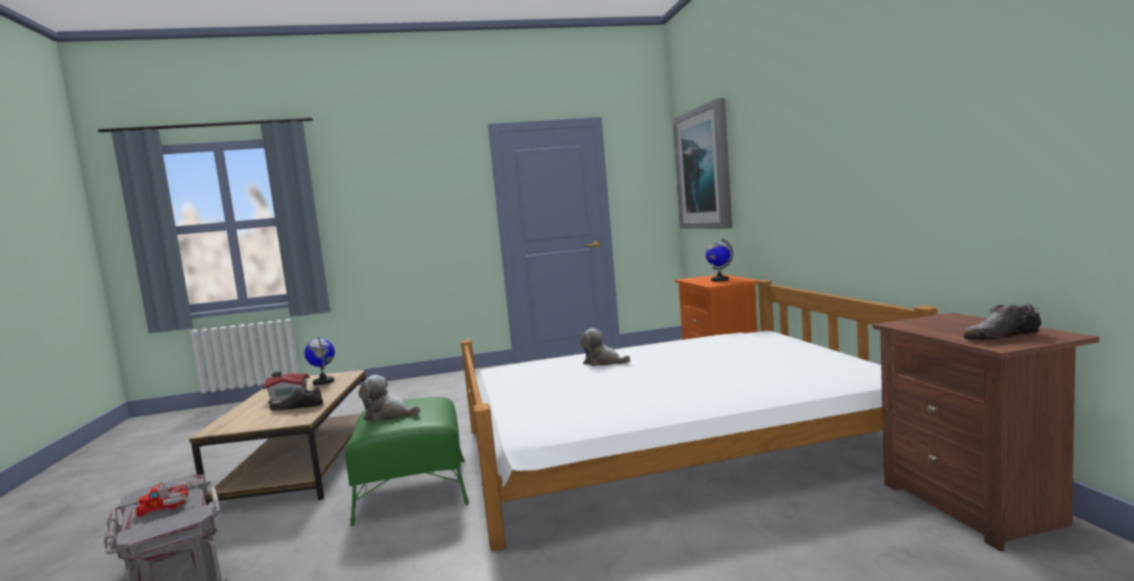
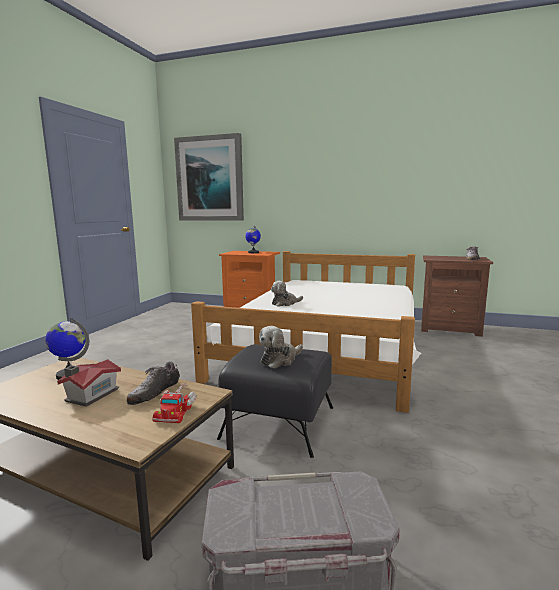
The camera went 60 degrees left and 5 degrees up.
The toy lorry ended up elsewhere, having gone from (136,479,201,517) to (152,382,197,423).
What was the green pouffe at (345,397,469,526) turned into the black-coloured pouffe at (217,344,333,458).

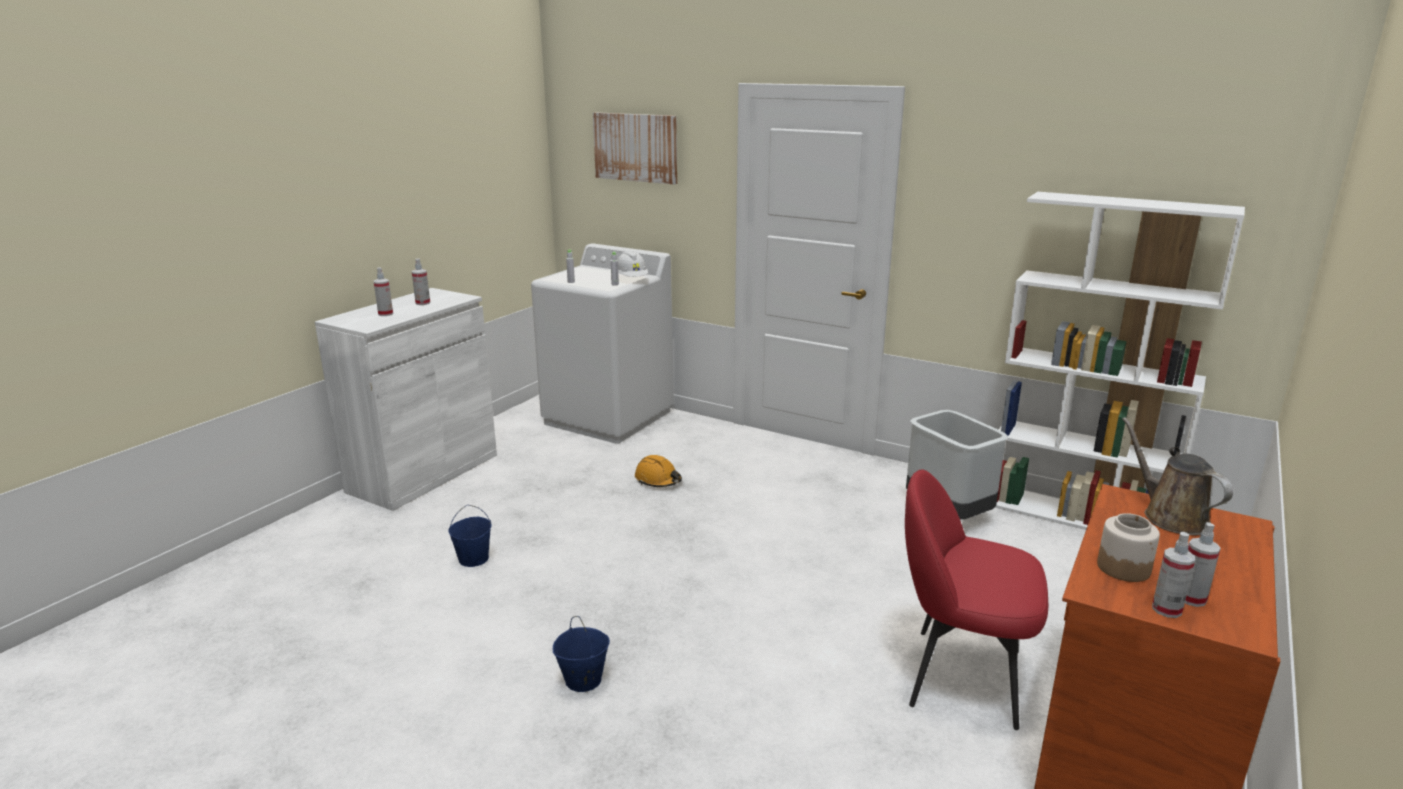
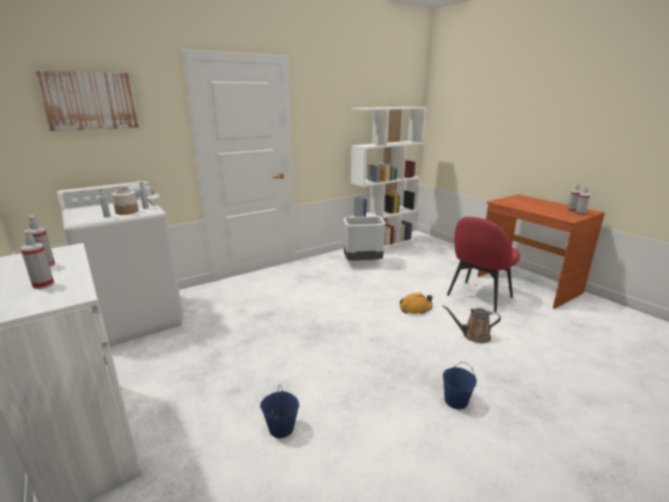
The camera went 65 degrees left and 0 degrees up.
The orangey work helmet ended up elsewhere, having gone from (635,455,682,487) to (400,292,433,314).
The jar ended up elsewhere, having gone from (1097,513,1160,582) to (112,188,139,215).
The brownish watering pot ended up elsewhere, having gone from (1122,417,1233,535) to (443,305,501,343).

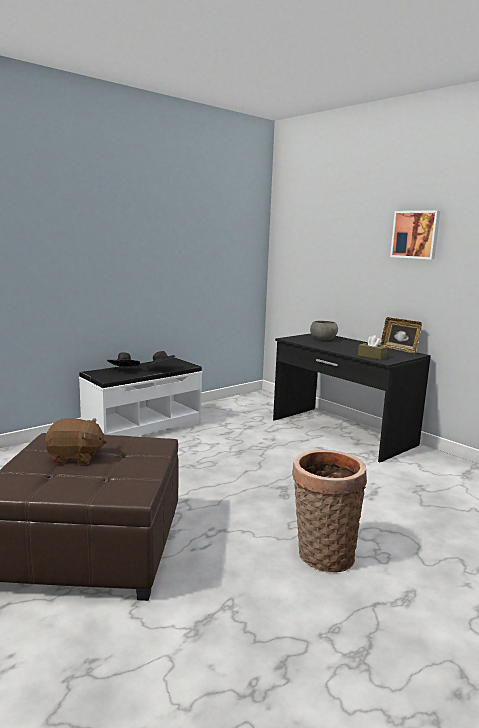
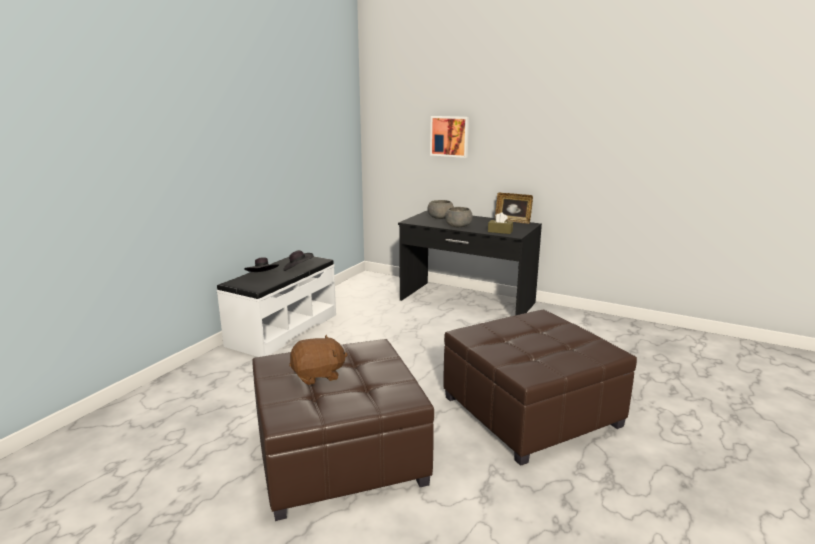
The camera went 20 degrees left and 5 degrees up.
Where the household basket stood at (292,449,367,572), the brownish pouffe came to stand at (443,310,637,466).
The wall picture ended up elsewhere, having gone from (390,210,440,260) to (430,116,469,158).
The second view gained the gray serving bowl at (445,207,473,227).

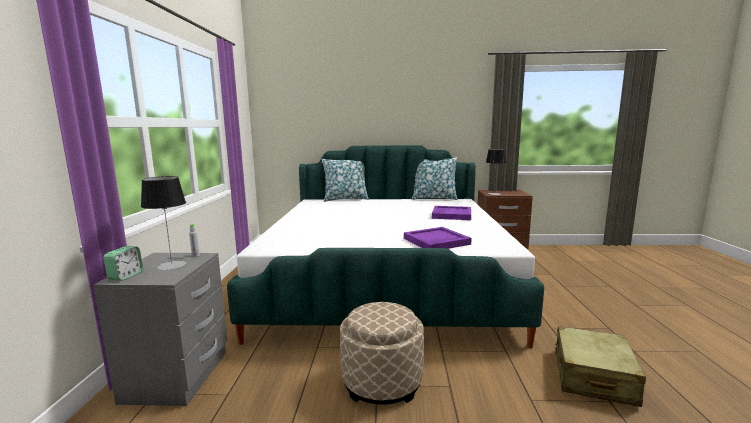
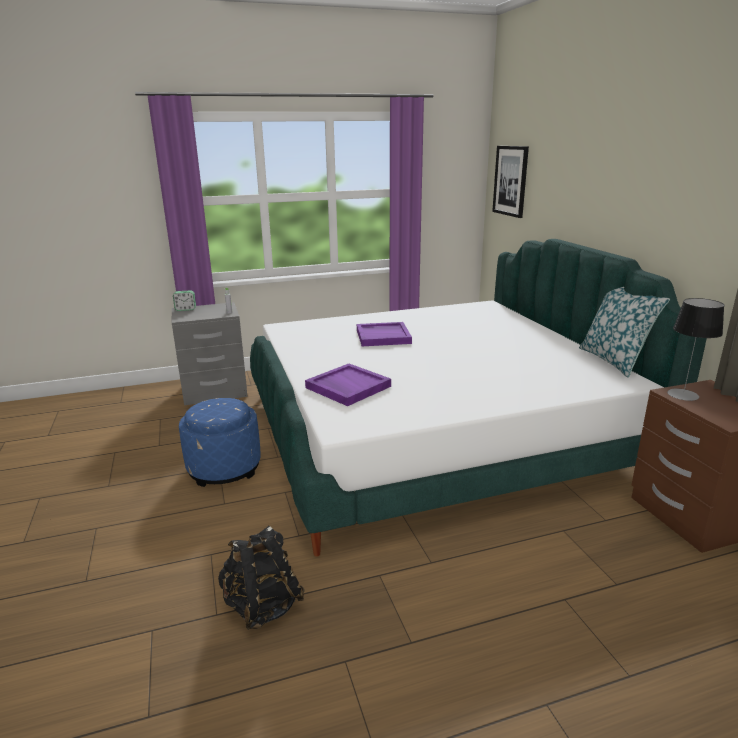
The camera went 70 degrees right and 10 degrees up.
The second view lost the table lamp at (141,176,186,270).
The second view lost the pillow at (322,159,369,202).
What was the beige pouffe at (340,302,424,405) turned into the bluish pouffe at (179,398,261,487).
The purplish carrying tray ended up elsewhere, having gone from (432,206,471,220) to (357,322,412,346).
Where the beige travel case stood at (555,326,646,407), the black-coloured rucksack came to stand at (218,526,305,630).
The second view gained the wall picture at (492,146,529,218).

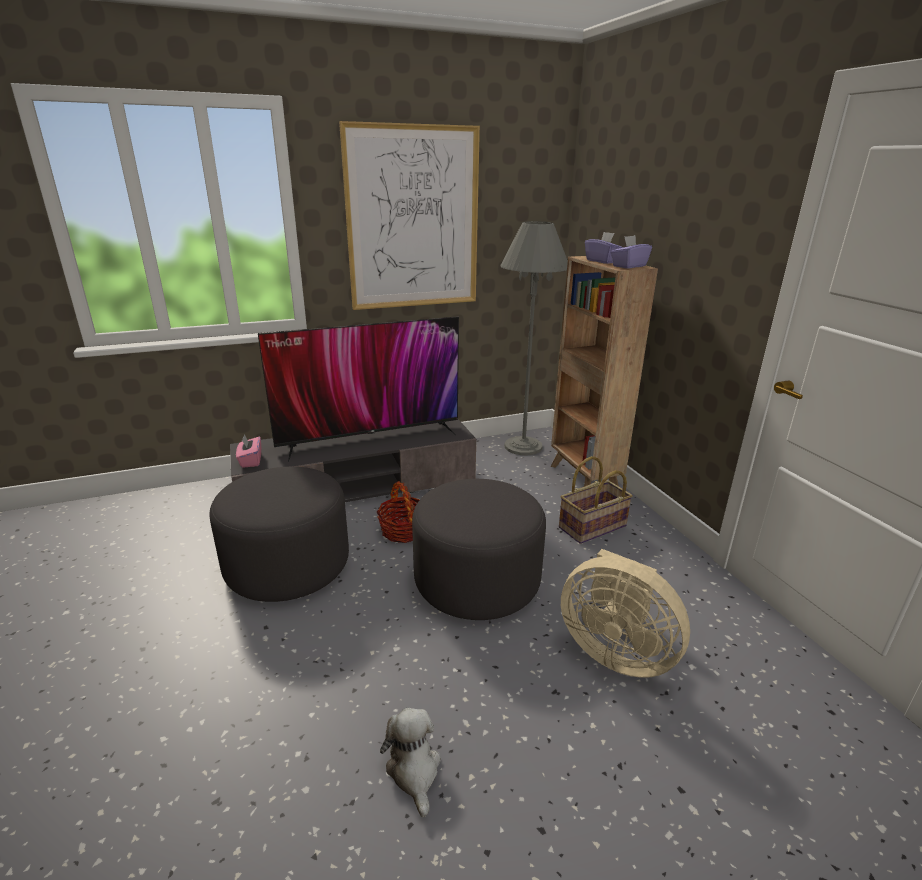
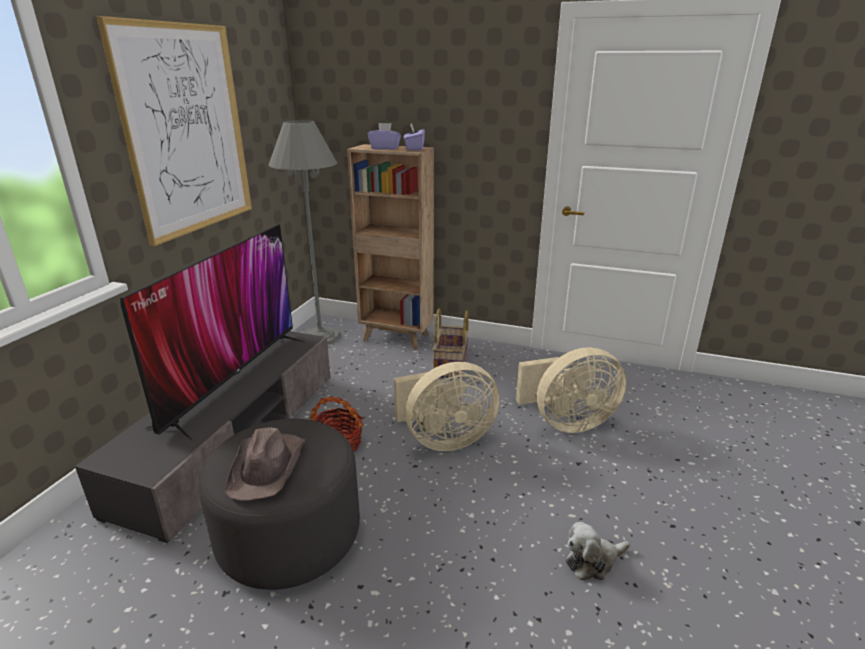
The camera went 50 degrees left and 0 degrees up.
The second view lost the pink-coloured tissue box at (236,434,261,468).
The cuddly toy at (380,708,441,817) ended up facing another way, 45 degrees counterclockwise from before.
Where the gray pouffe stood at (412,479,546,620), the beige electric fan came to stand at (394,362,500,451).
The second view gained the brownish hat at (225,427,305,500).

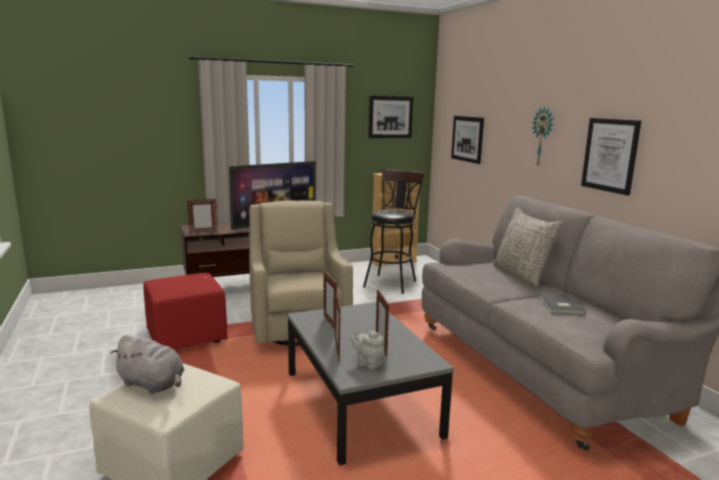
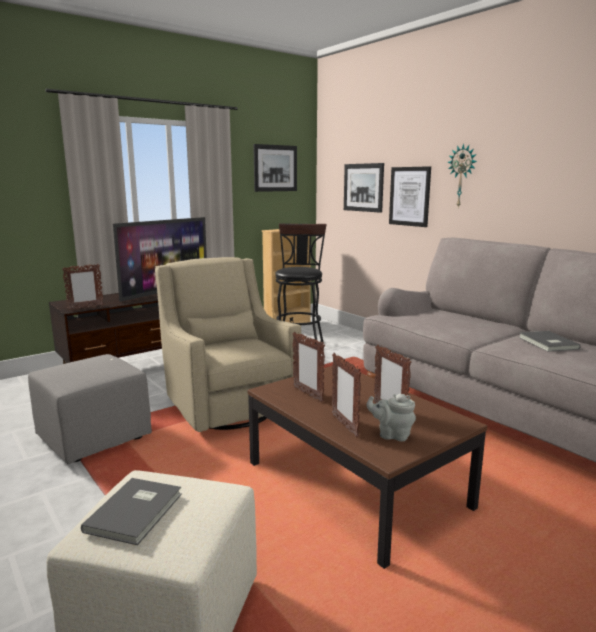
The camera went 15 degrees left and 0 degrees up.
Where the gray cuddly toy stood at (110,335,184,394), the gray book came to stand at (81,478,182,545).
What was the red pouffe at (143,273,227,349) turned into the gray pouffe at (28,354,152,464).
What was the gray lounge table at (287,302,454,465) turned into the brownish lounge table at (248,366,487,569).
The second view lost the gray pillow at (493,207,563,287).
The wall picture ended up elsewhere, having gone from (581,118,641,196) to (389,166,431,227).

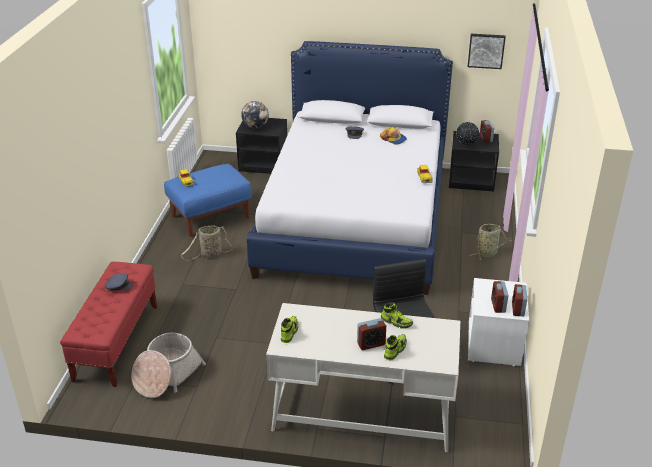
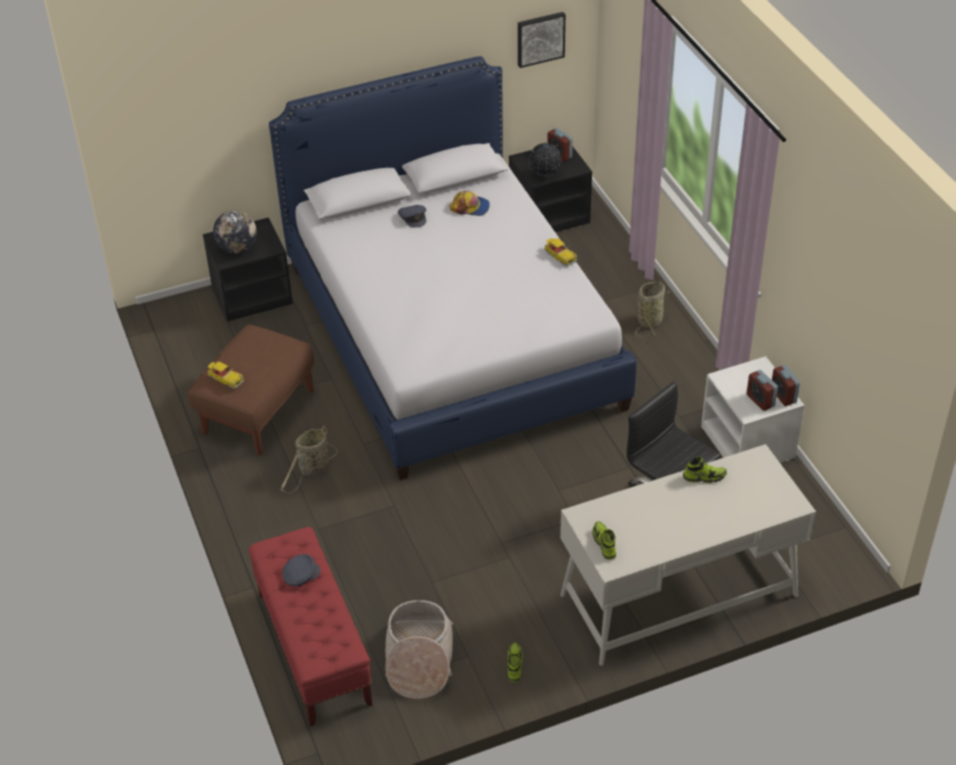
The camera went 30 degrees left and 10 degrees up.
What was the bluish pouffe at (164,164,252,237) turned into the brownish pouffe at (187,324,314,455).
The second view lost the bedside clock at (357,318,386,350).
The shoe ended up elsewhere, having gone from (384,334,407,360) to (507,642,524,682).

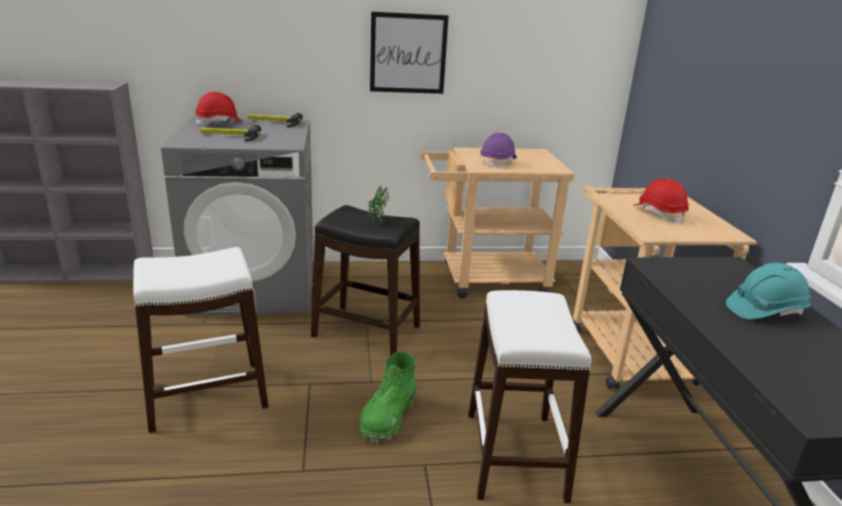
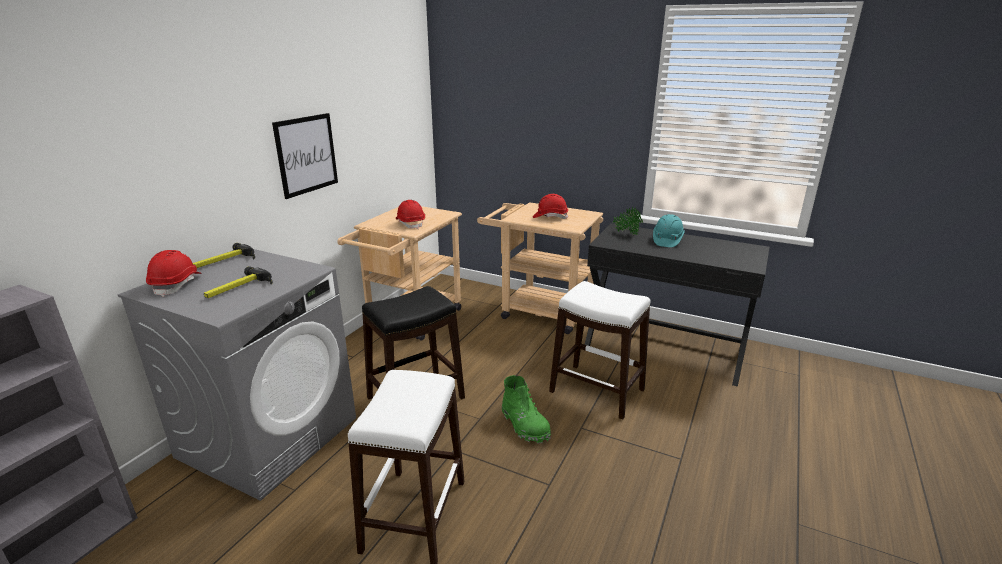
The camera went 55 degrees left and 0 degrees up.
The plant in a pot ended up elsewhere, having gone from (368,186,389,223) to (613,207,643,235).
What was the purplish work helmet at (480,133,517,168) turned into the red work helmet at (396,200,425,229).

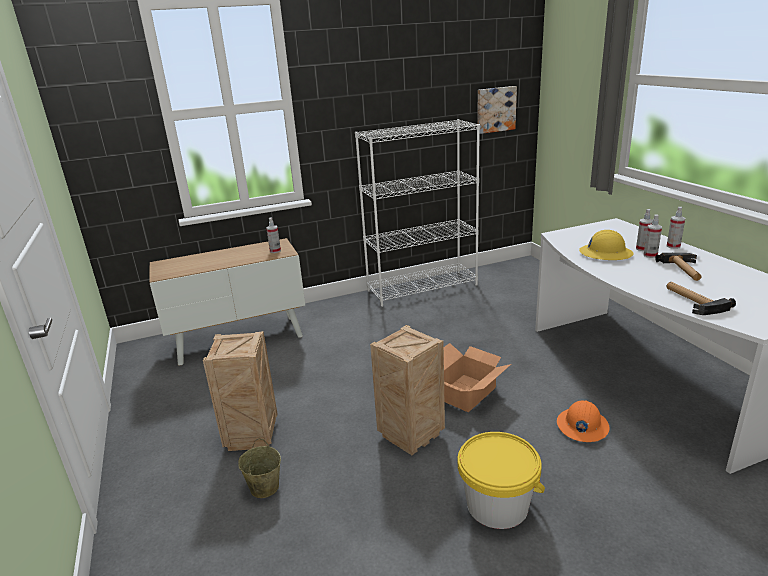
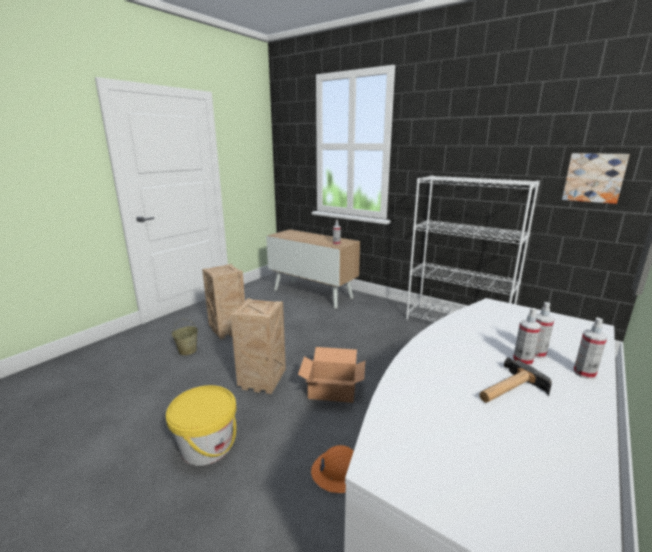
The camera went 55 degrees right and 5 degrees down.
The second view lost the yellow work helmet at (579,230,634,260).
The second view lost the hand hammer at (667,282,736,315).

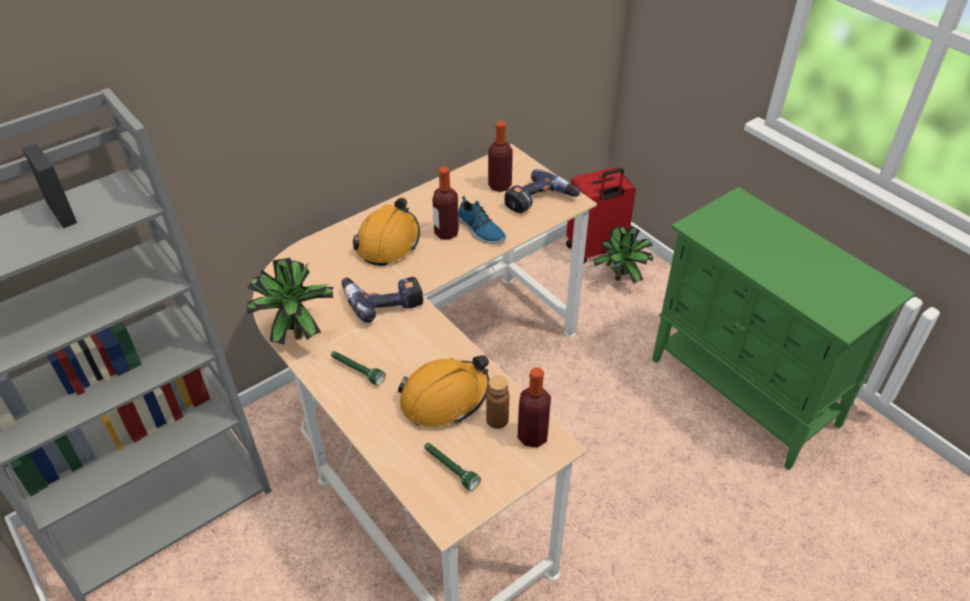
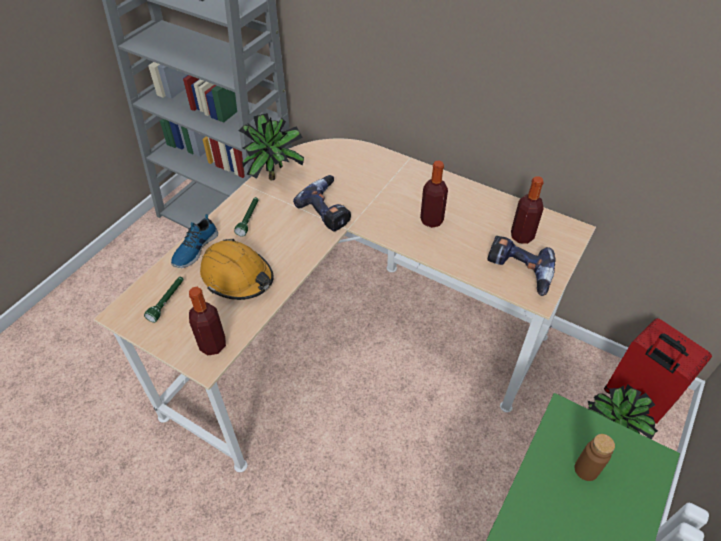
The camera went 70 degrees right and 5 degrees up.
The second view lost the orangey work helmet at (353,198,420,266).
The shoe ended up elsewhere, having gone from (458,196,506,244) to (171,214,218,268).
The brownish beverage bottle ended up elsewhere, having gone from (486,375,509,429) to (575,434,615,481).

